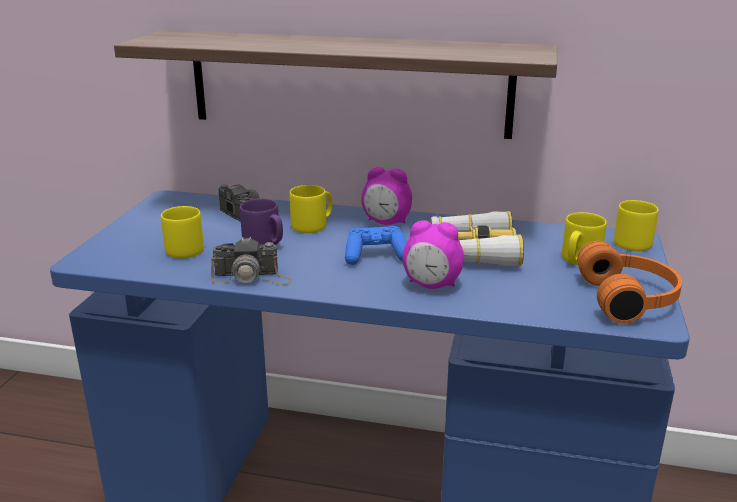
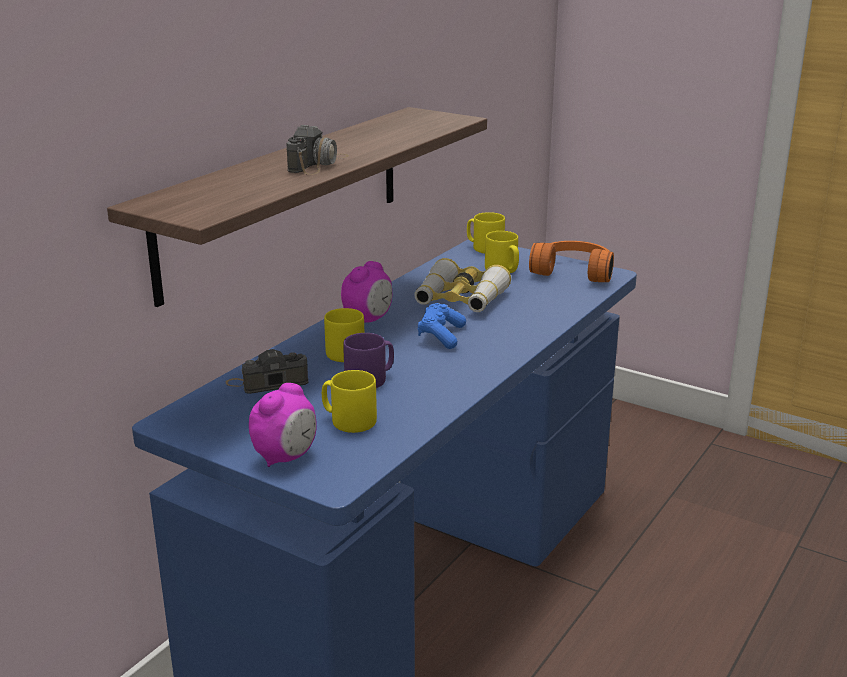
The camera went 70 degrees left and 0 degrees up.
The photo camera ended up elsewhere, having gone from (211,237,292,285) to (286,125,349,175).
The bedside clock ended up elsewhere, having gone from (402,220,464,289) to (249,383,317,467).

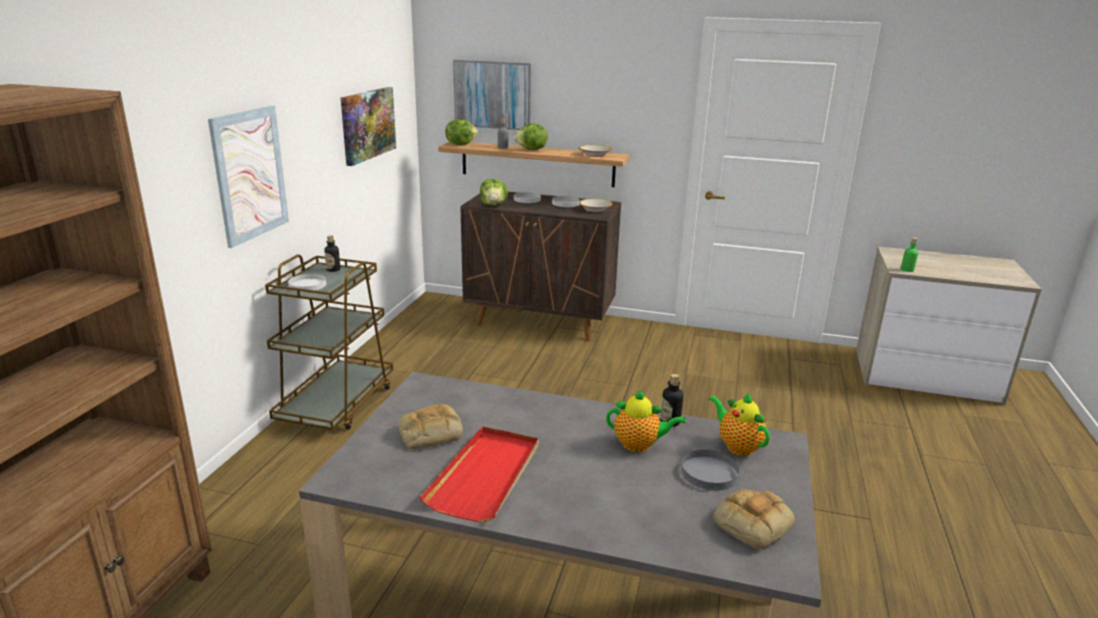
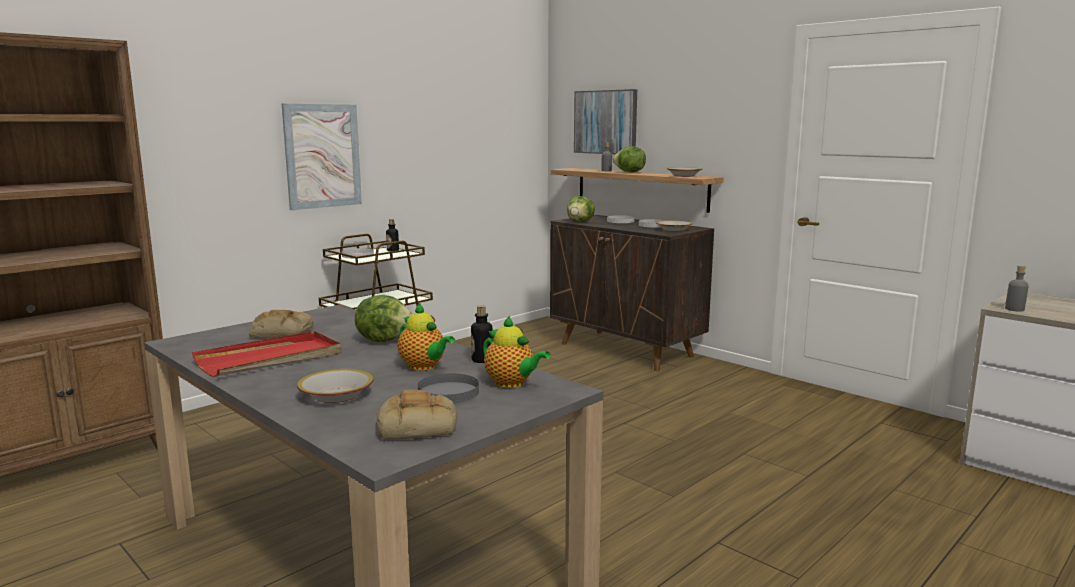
The camera went 30 degrees right and 10 degrees down.
The second view lost the wall picture at (341,87,396,166).
The lettuce head ended up elsewhere, having gone from (445,119,478,145) to (355,295,412,342).
The tea pot at (709,392,770,456) ended up facing another way, 135 degrees clockwise from before.
What was the green beverage bottle at (901,237,918,272) turned into the gray beverage bottle at (1005,265,1029,312).
The second view gained the serving bowl at (297,369,374,403).

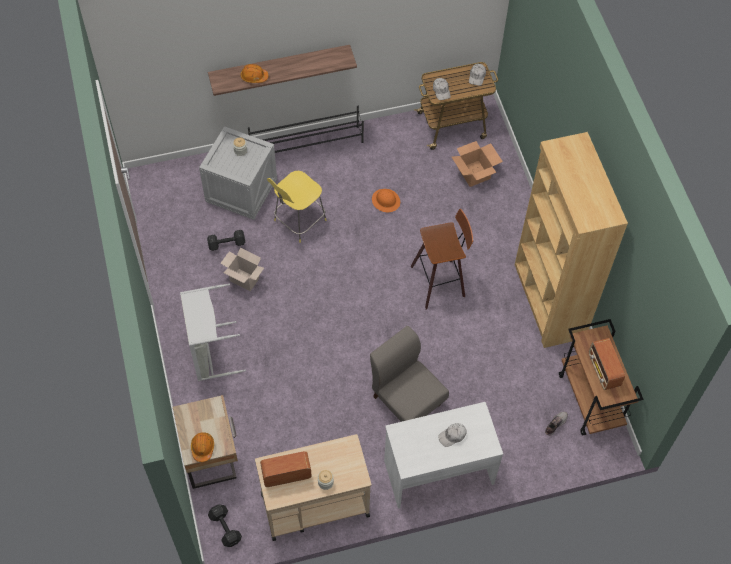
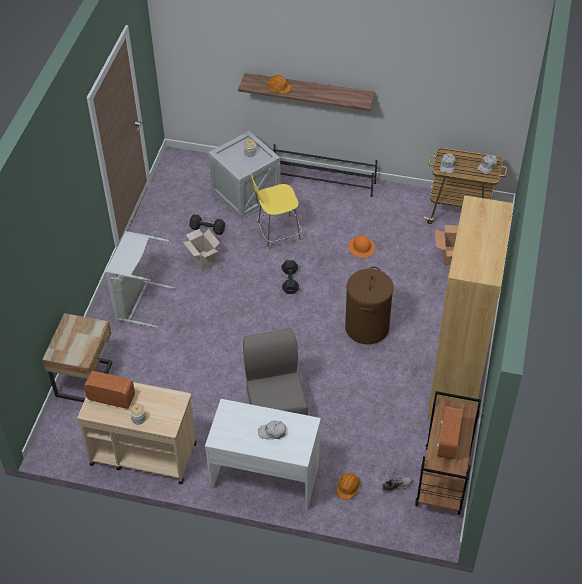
The camera went 30 degrees right and 10 degrees down.
The orangey work helmet ended up elsewhere, having gone from (191,432,214,462) to (336,473,361,500).
The black-coloured free weight ended up elsewhere, having gone from (208,504,242,547) to (282,260,299,294).
Where the stool stood at (411,209,473,309), the brownish hamper came to stand at (345,267,394,344).

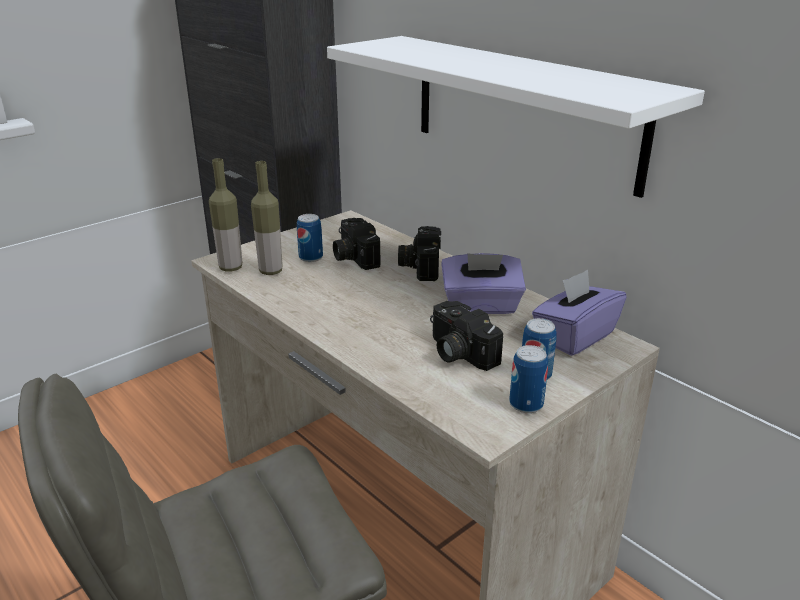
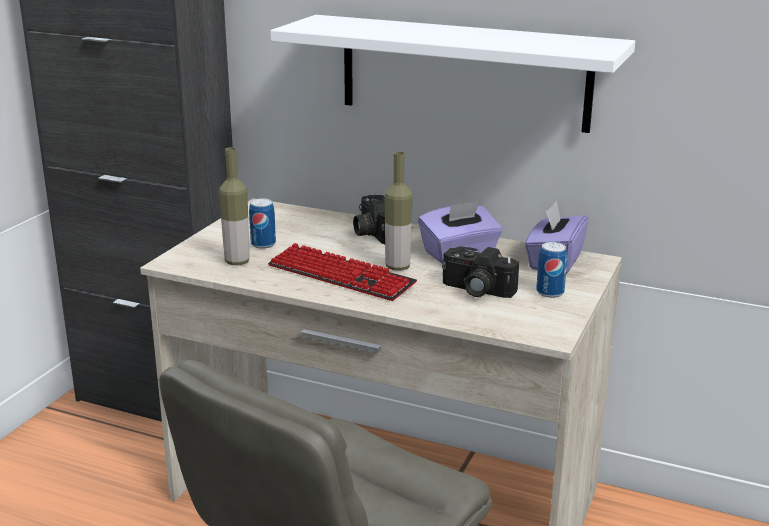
The camera went 25 degrees left and 5 degrees down.
The beverage bottle ended up elsewhere, having gone from (209,158,242,271) to (385,152,413,271).
The second view lost the photo camera at (333,218,381,270).
The second view lost the metal can at (509,345,548,413).
The second view gained the PC keyboard at (268,243,417,301).

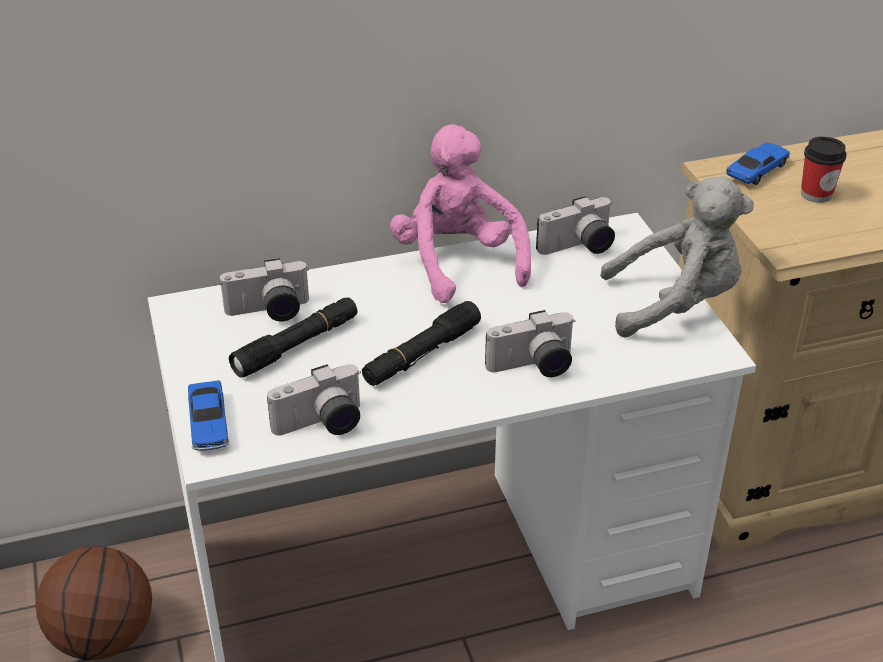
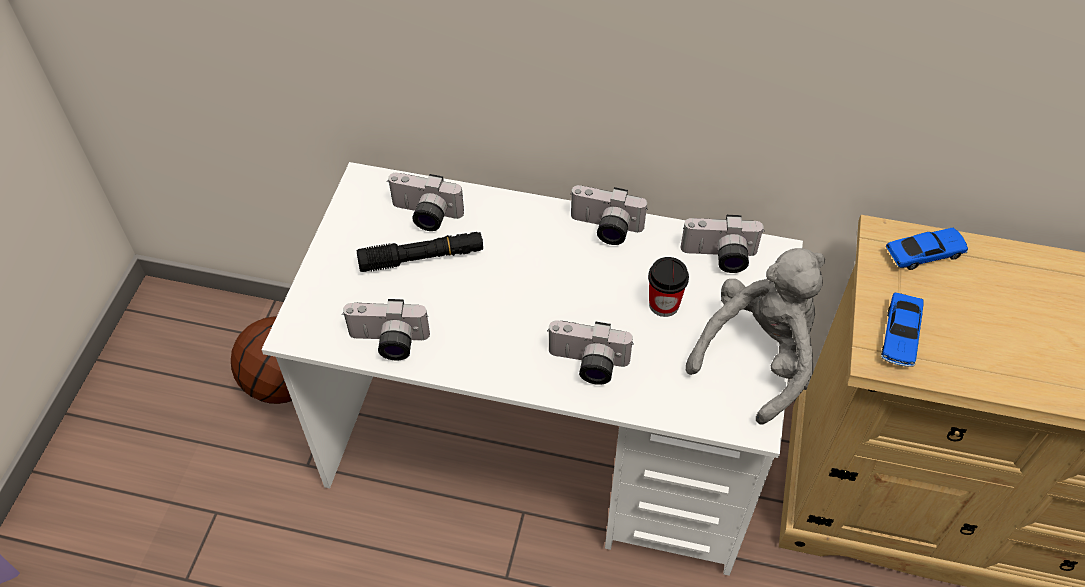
The camera went 30 degrees right and 15 degrees up.
The miniature car ended up elsewhere, having gone from (188,380,229,451) to (881,292,924,367).
The second view lost the black-coloured hand torch at (362,301,481,386).
Where the pink-coloured cuddly toy stood at (390,124,531,303), the photo camera came to stand at (570,185,648,245).
The gray cuddly toy at (600,177,754,338) ended up facing another way, 75 degrees counterclockwise from before.
The small cup ended up elsewhere, having gone from (801,136,847,203) to (648,257,689,317).

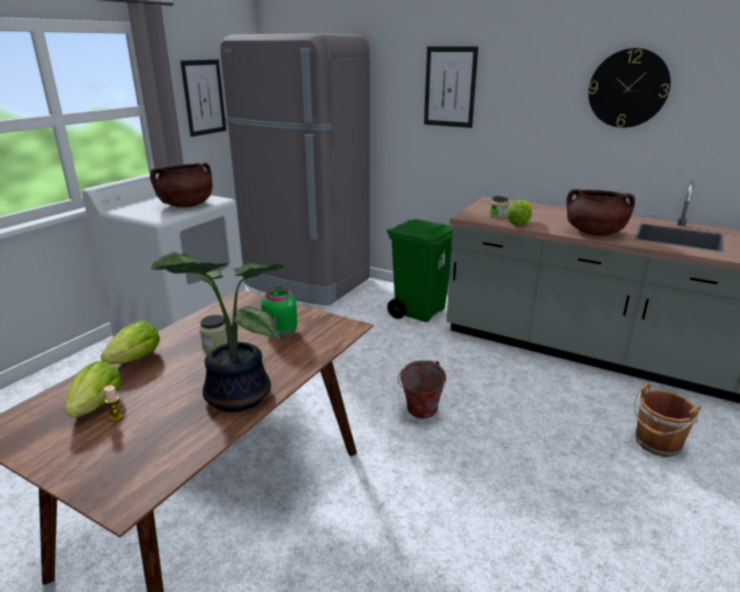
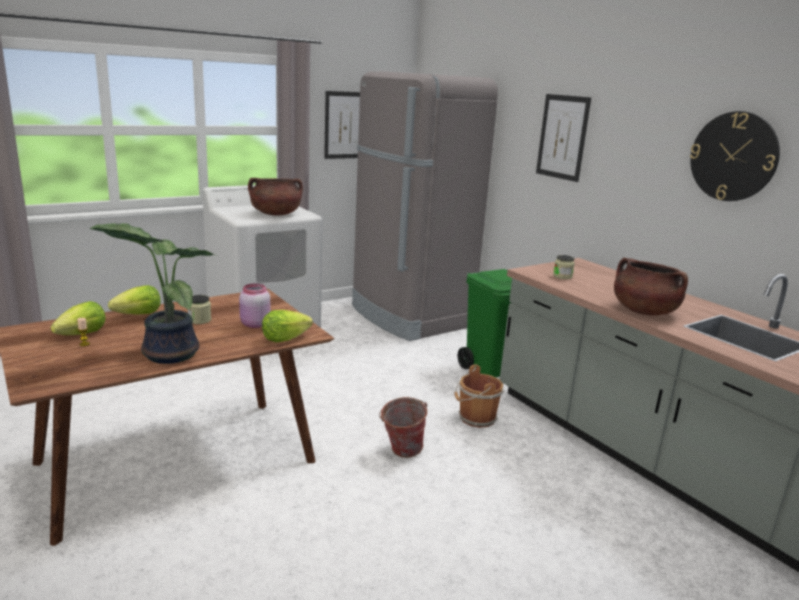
The camera went 25 degrees right and 5 degrees down.
What was the green jar at (261,287,297,338) turned into the pink-coloured jar at (239,283,270,328).
The lettuce head ended up elsewhere, having gone from (506,200,532,226) to (262,310,313,342).
The brownish pail ended up elsewhere, having gone from (634,383,701,457) to (454,364,505,428).

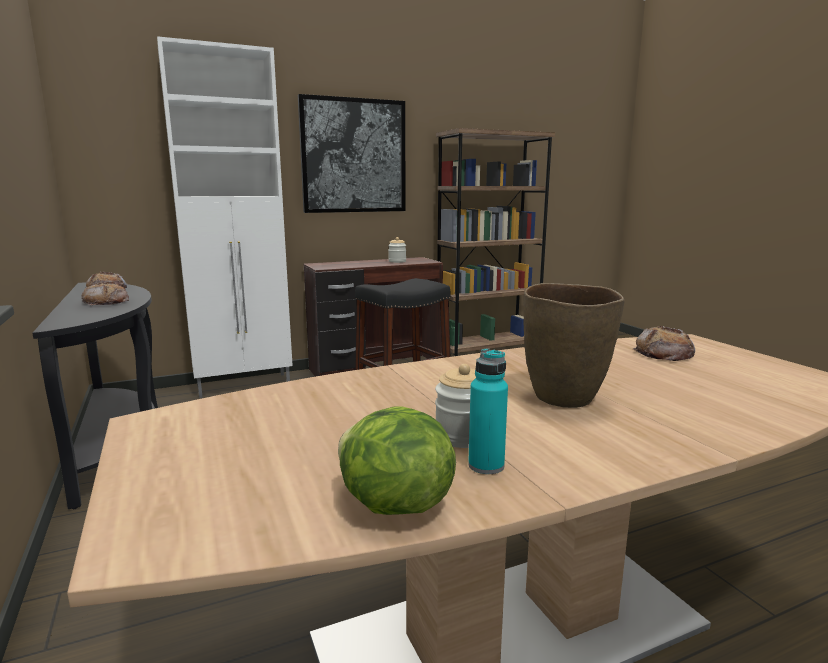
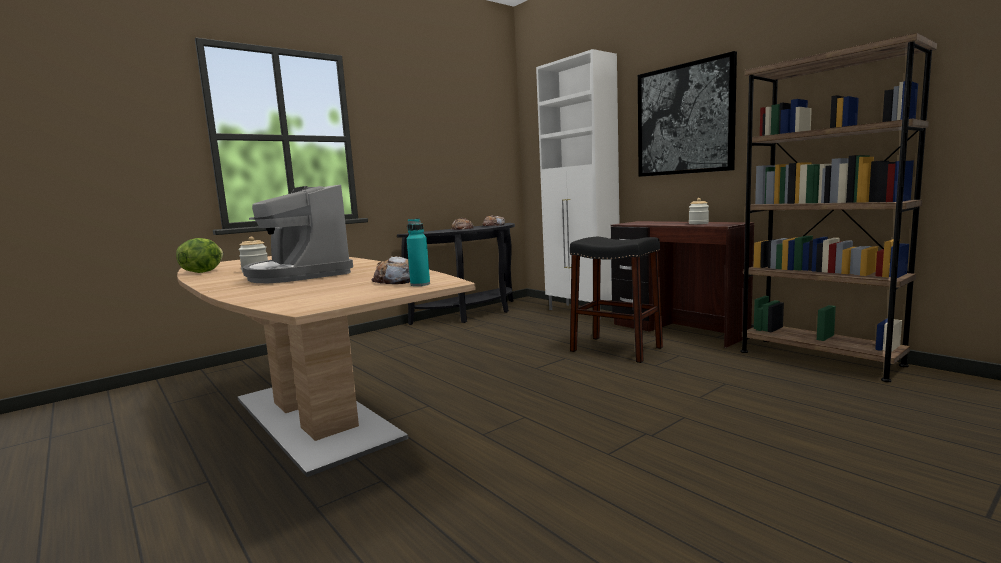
The camera went 75 degrees right and 5 degrees down.
The blue-green beverage bottle ended up elsewhere, having gone from (468,348,508,474) to (407,218,430,286).
Where the brownish vase stood at (523,283,625,408), the coffee brewer came to stand at (243,185,353,283).

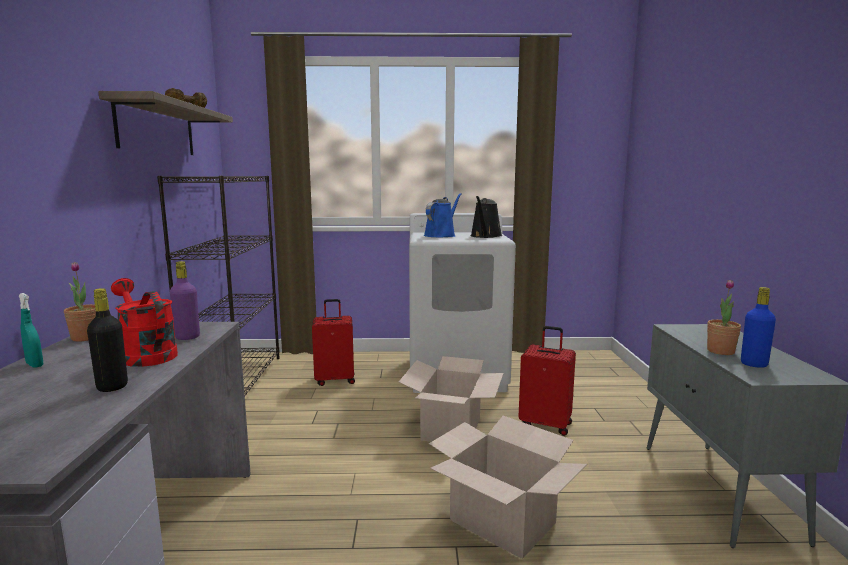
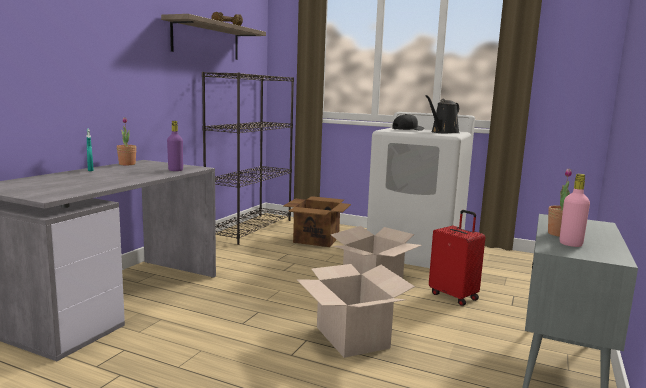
The camera went 25 degrees right and 0 degrees up.
The second view lost the black-coloured beverage bottle at (87,288,128,392).
The second view lost the red watering pot at (111,278,178,367).
Where the red travel case stood at (312,299,355,386), the packing box came to stand at (283,196,351,247).
Where the bluish watering pot stood at (424,193,462,238), the black-coloured peaked cap came to stand at (392,114,424,131).
What was the bluish beverage bottle at (741,287,776,368) turned into the pink-coloured beverage bottle at (559,174,590,247).

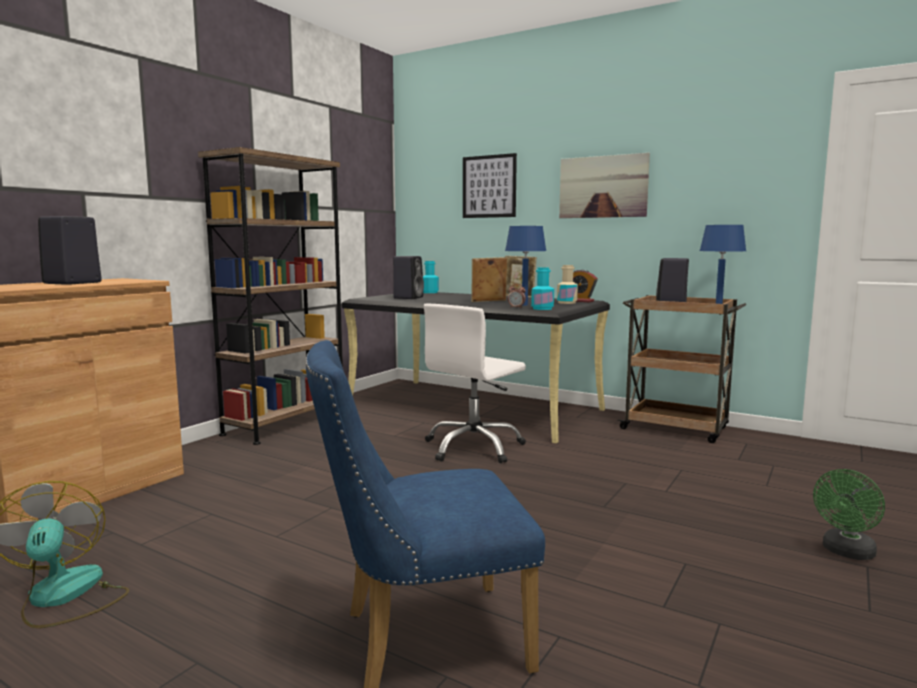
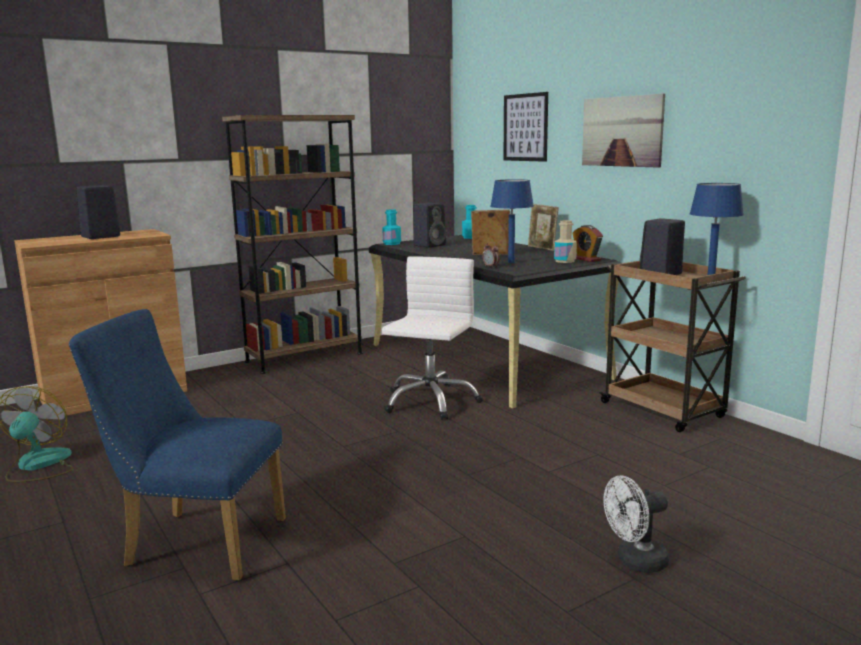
The camera went 25 degrees right and 5 degrees up.
The white computer chair at (424,304,526,463) ended up facing another way, 135 degrees clockwise from before.
The blue-green beverage bottle ended up elsewhere, having gone from (531,267,554,310) to (382,209,401,245).
What was the green electric fan at (813,469,885,560) turned into the white electric fan at (603,475,669,573).

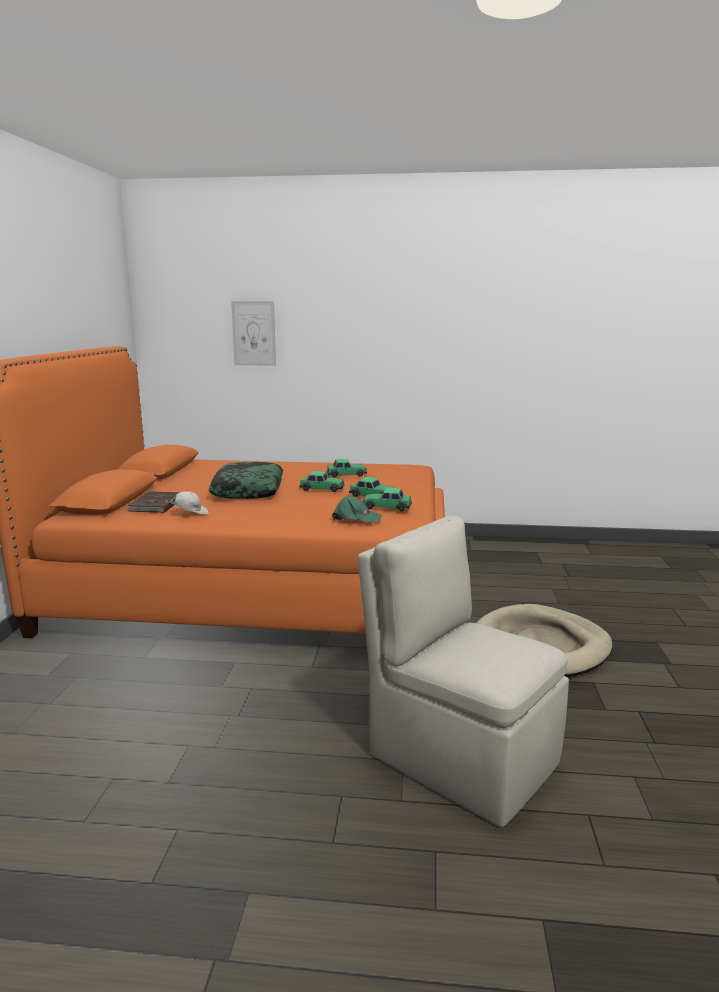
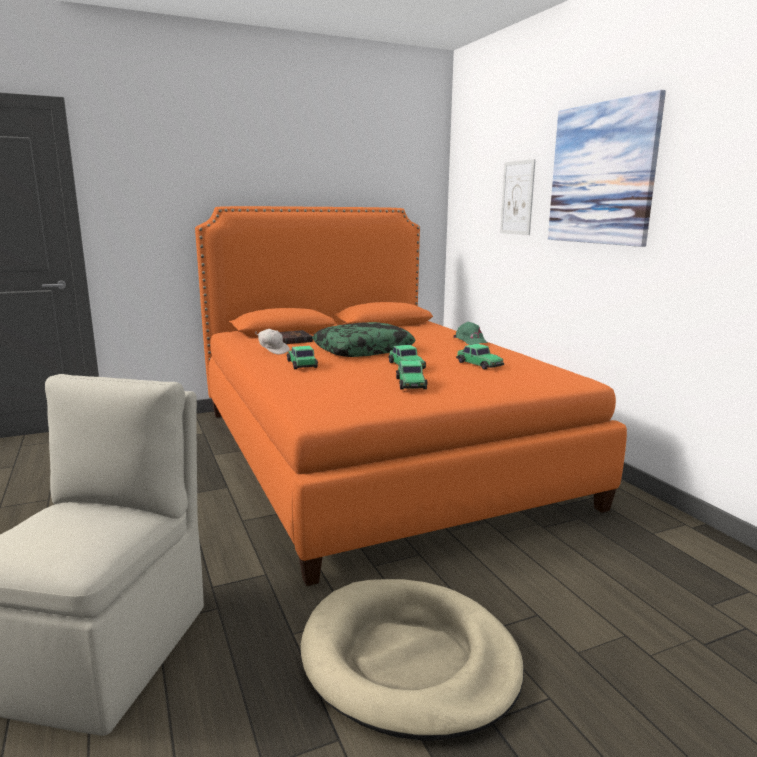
The camera went 60 degrees right and 0 degrees up.
The green peaked cap ended up elsewhere, having gone from (332,496,382,523) to (454,322,487,345).
The miniature car ended up elsewhere, having gone from (363,488,412,511) to (287,346,318,369).
The second view gained the wall picture at (548,90,666,247).

